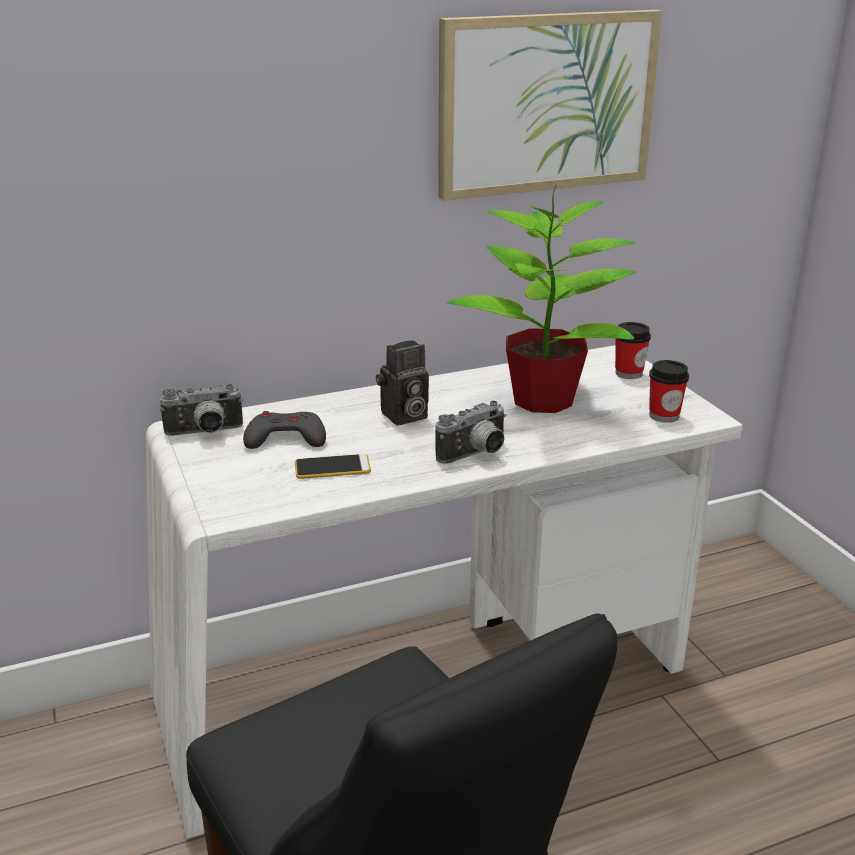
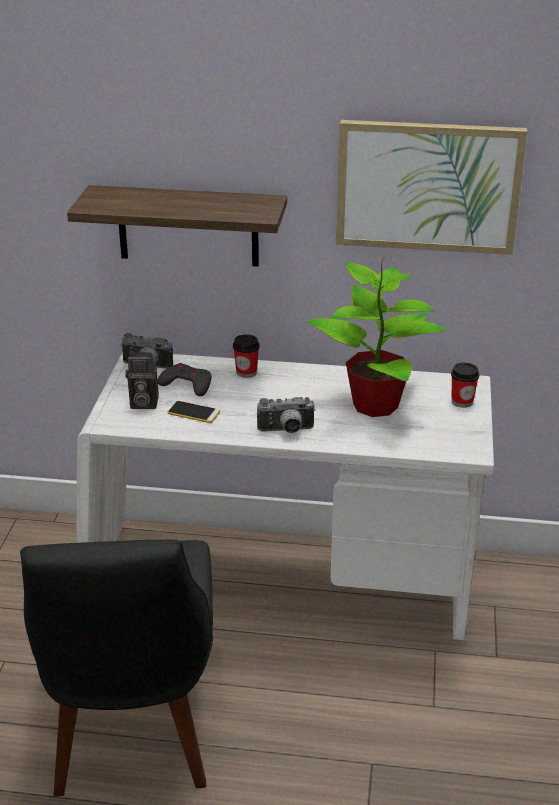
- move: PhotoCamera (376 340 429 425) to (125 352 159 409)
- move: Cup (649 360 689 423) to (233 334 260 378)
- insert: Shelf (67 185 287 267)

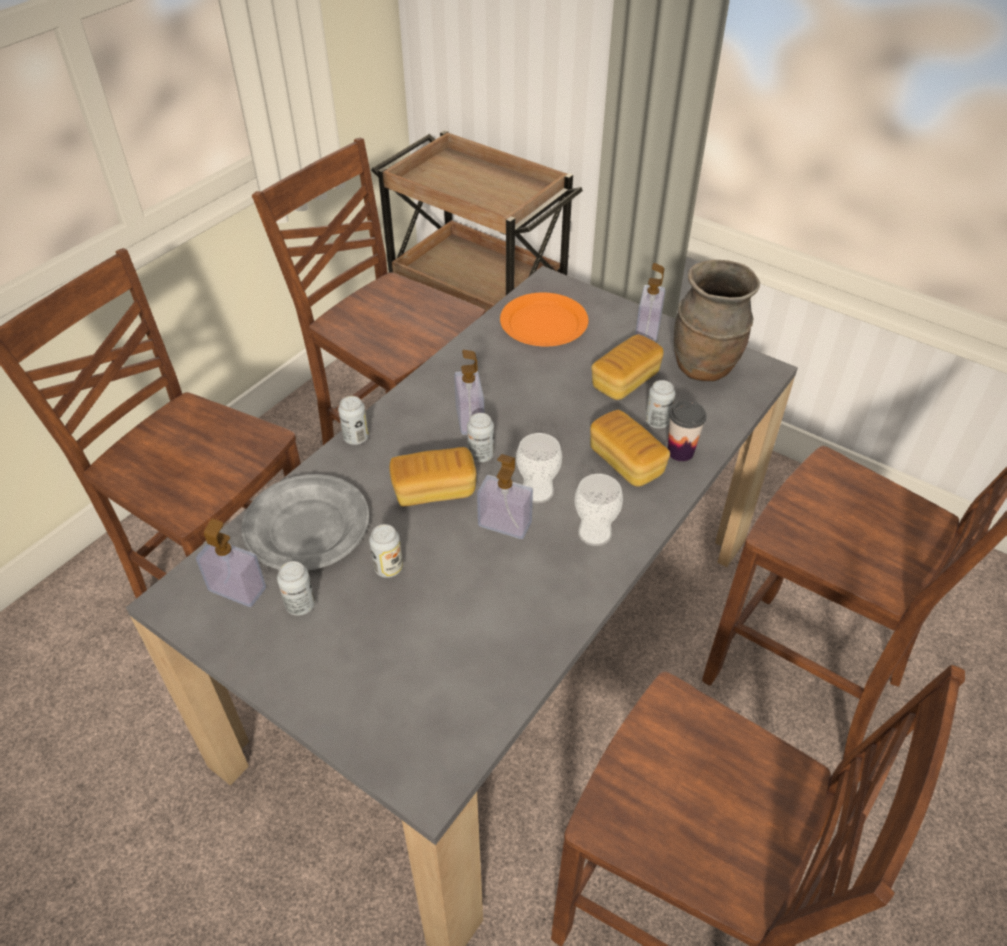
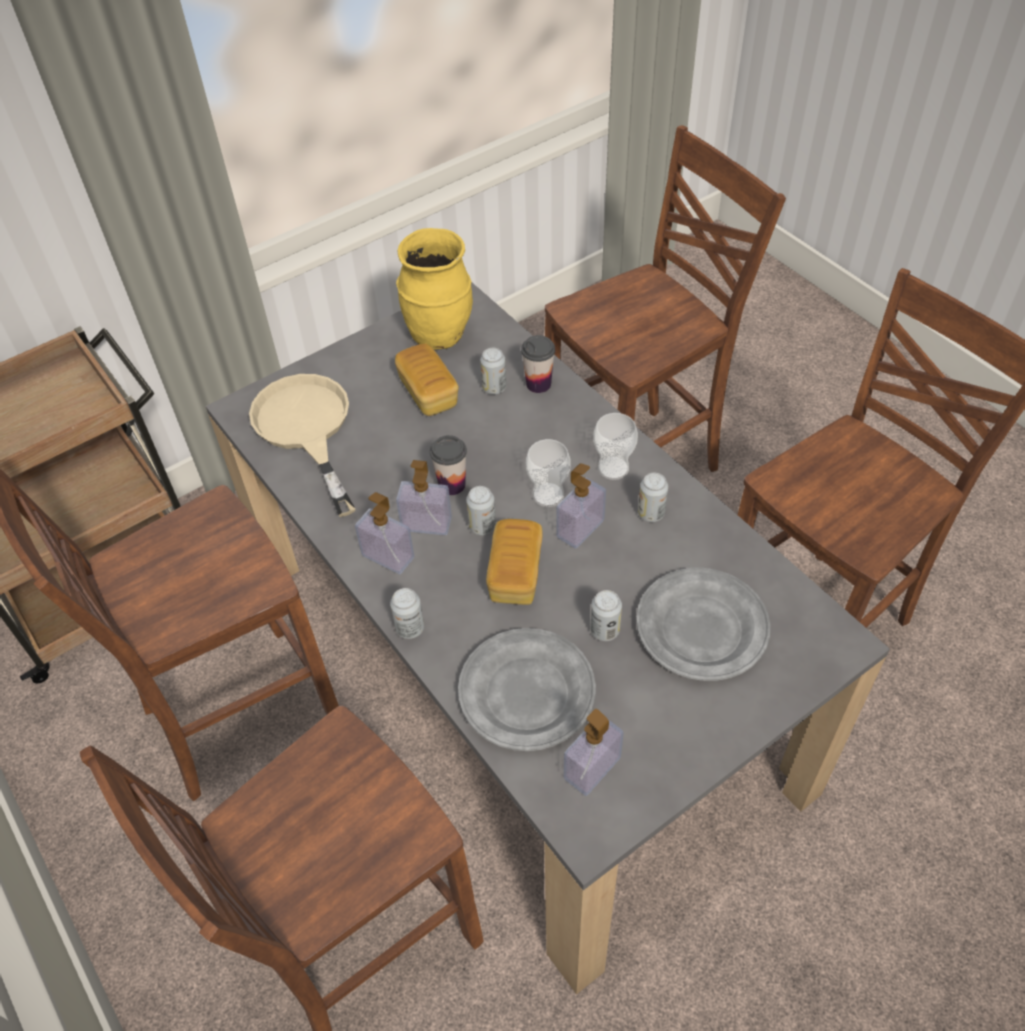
- move: Can (277 561 315 616) to (638 473 668 522)
- replace: OrangePlate (500 293 588 346) to BeigeFryingPan (249 374 356 517)
- delete: Bread (590 410 670 487)
- move: SoapDispenser (635 263 665 342) to (355 492 414 574)
- recolor: BrownVase (674 260 760 381) to YellowVase (396 228 473 350)
- insert: Cup (430 435 467 495)
- insert: GreyPlate (636 568 771 681)

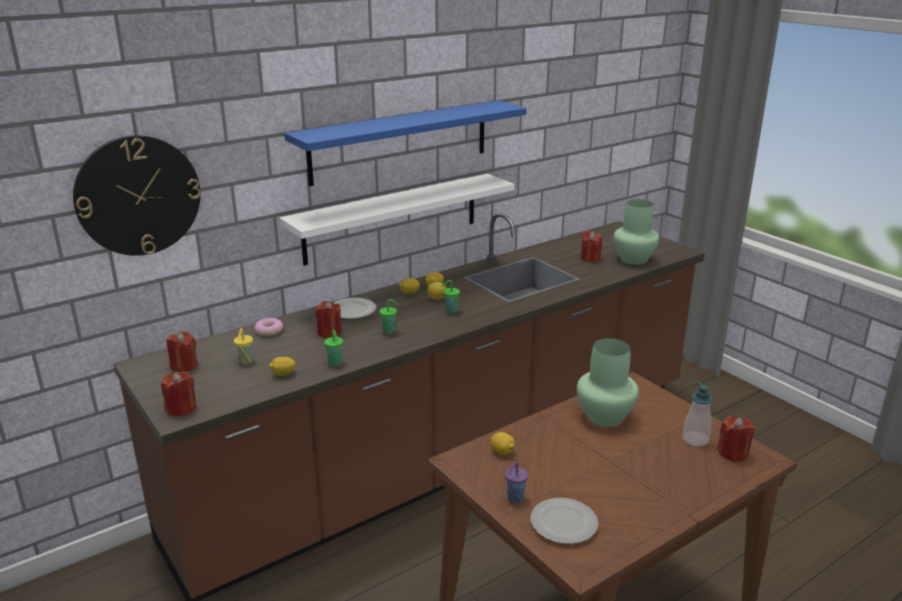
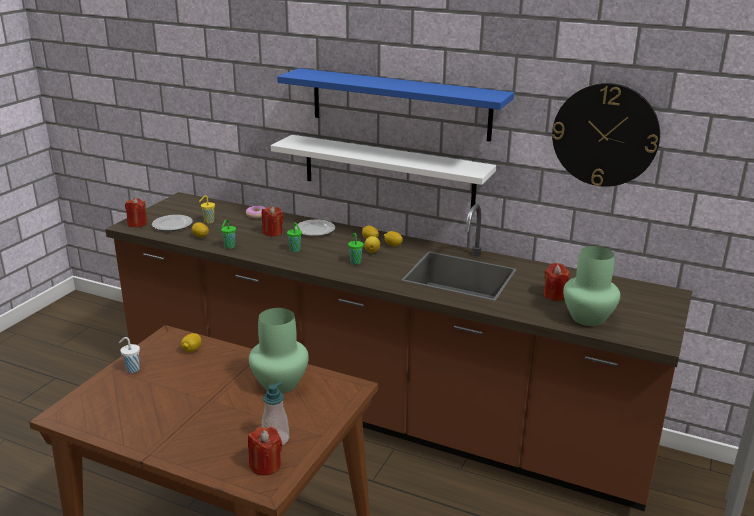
- move: WallClock (73 135 201 256) to (552 83 660 187)
- delete: RedCandle (167 331 198 372)
- recolor: PurpleCup (505 461 528 503) to WhiteCup (119 337 140 373)
- move: Plate (530 498 598 544) to (152 215 193 231)

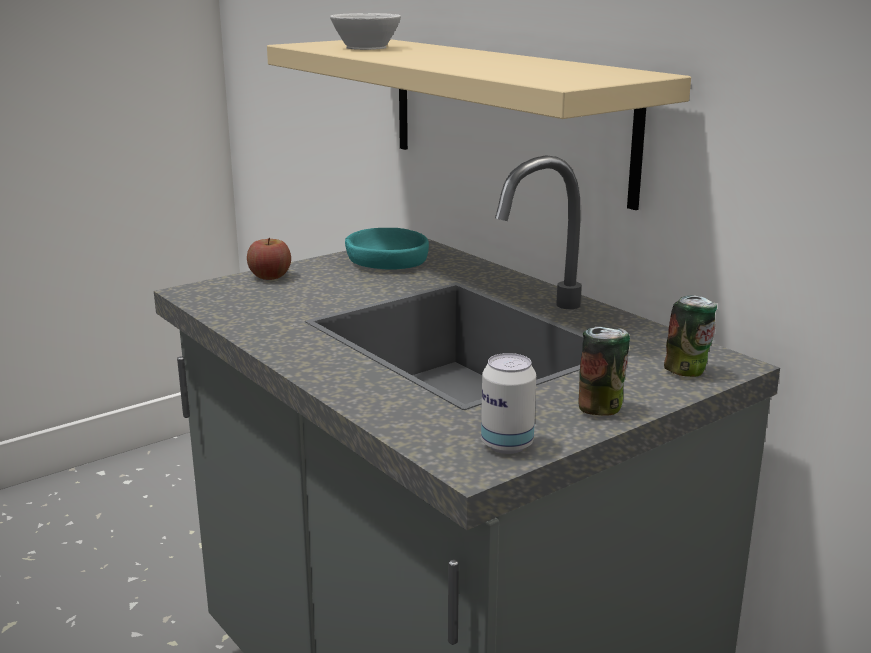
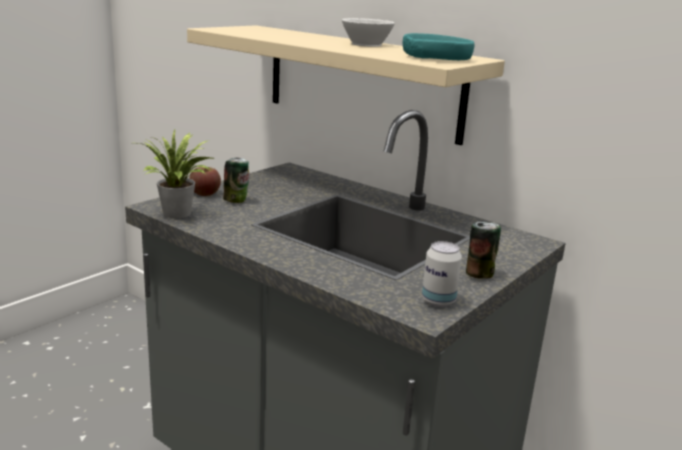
- move: WhiteCup (330 13 401 50) to (342 18 395 47)
- move: TurquoiseBowl (345 228 429 270) to (403 33 474 60)
- move: Can (664 295 717 377) to (223 158 249 203)
- insert: PottedPlant (138 128 214 218)

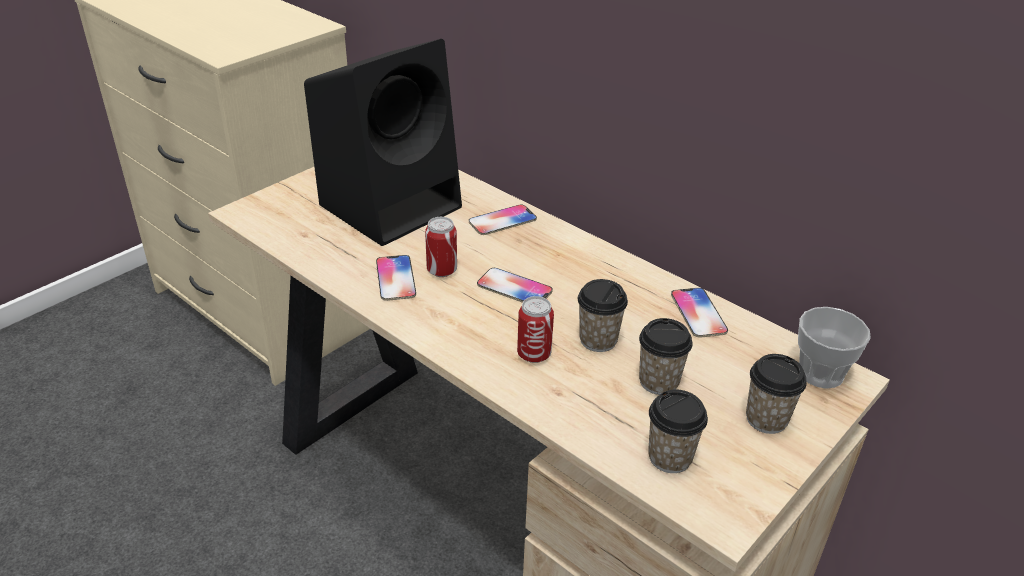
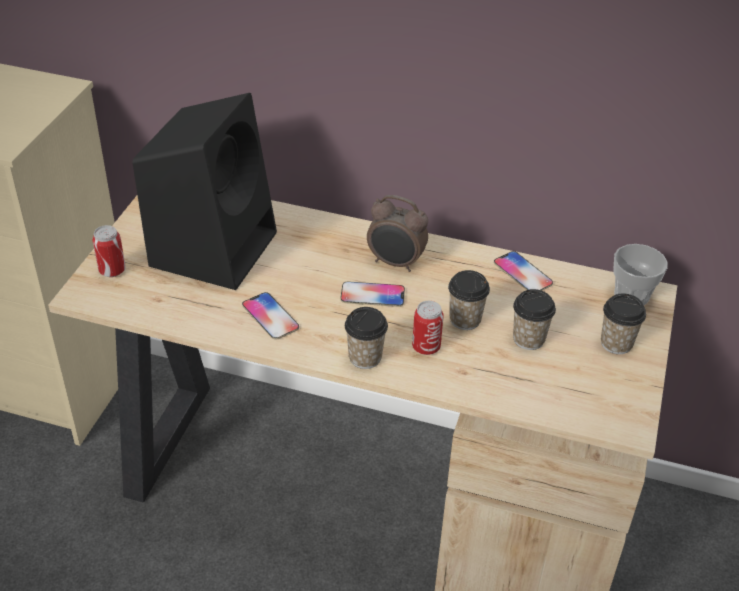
- move: Can (425 217 457 277) to (92 225 126 277)
- delete: Phone (469 204 537 235)
- move: Cup (648 390 708 473) to (345 307 388 369)
- insert: AlarmClock (367 195 428 272)

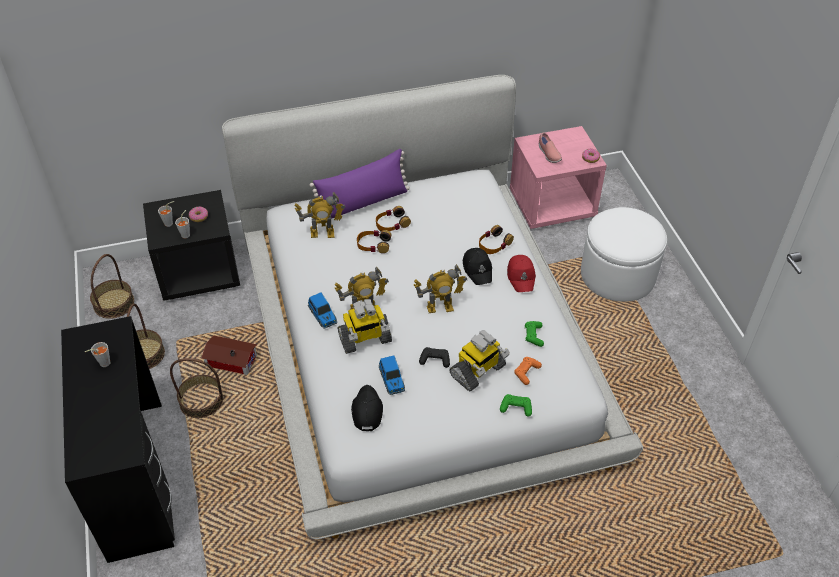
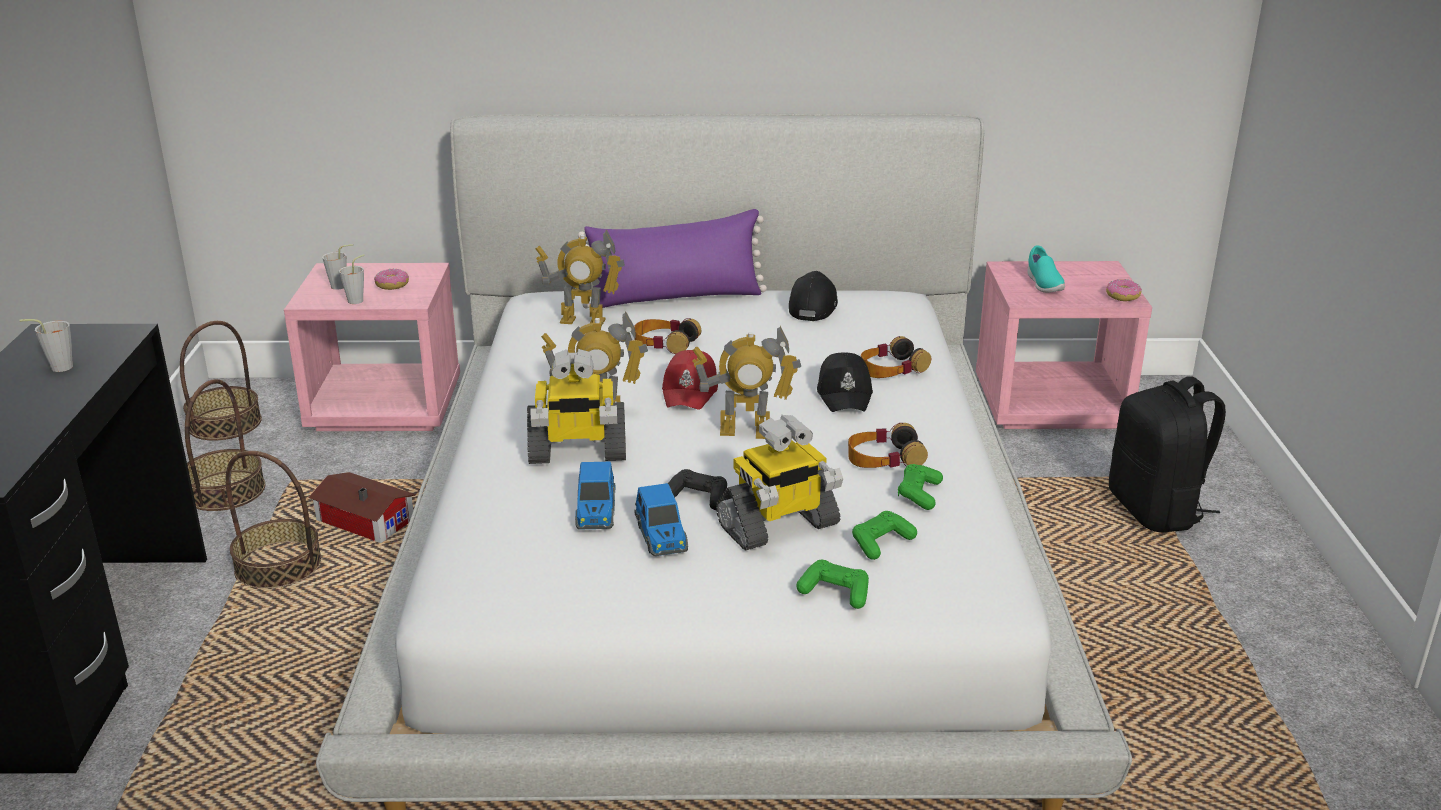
- recolor: BlackNightstand (143 190 240 301) to PinkNightstand (284 263 460 431)
- move: ToyCar (308 293 337 329) to (635 483 688 556)
- move: BlackCap (351 385 383 431) to (789 271 838 321)
- move: Headphones (376 206 411 231) to (848 423 928 468)
- move: RedCap (507 255 536 292) to (662 350 718 410)
- recolor: OrangeGameController (514 357 542 385) to GreenGameController (852 511 917 560)
- recolor: PinkShoe (539 132 562 163) to TurquoiseShoe (1028 245 1065 293)
- replace: WhiteOttoman (581 207 667 302) to BlackBackpack (1109 376 1226 533)

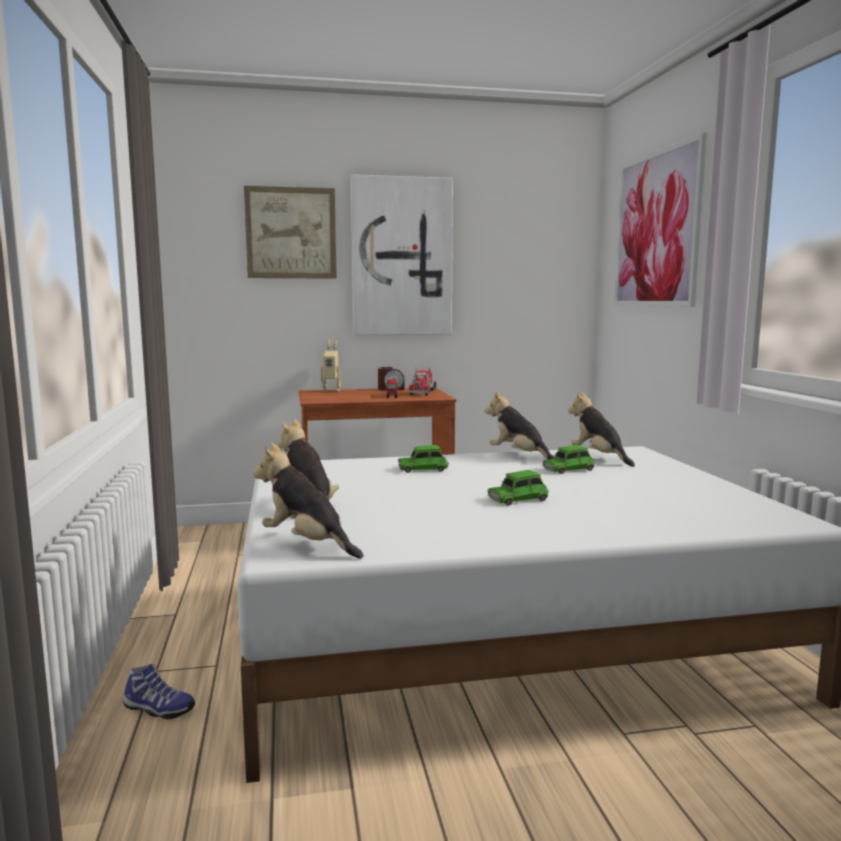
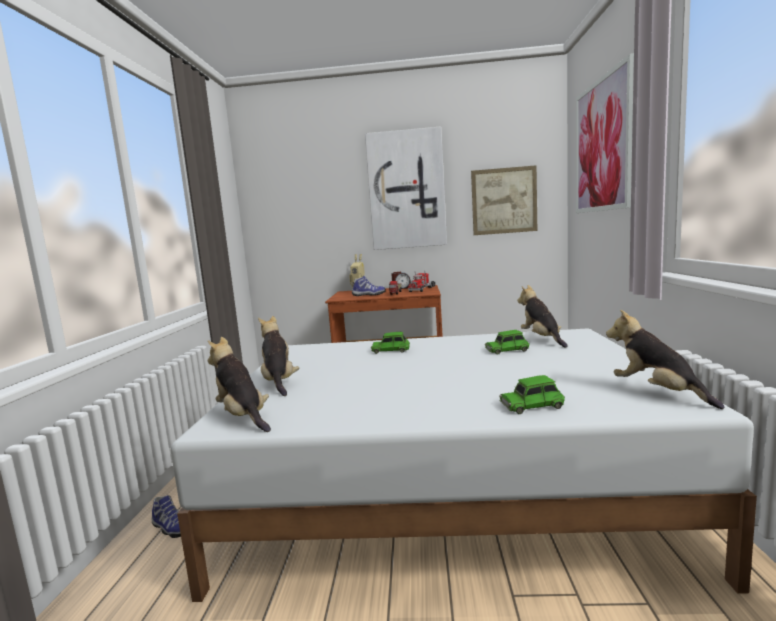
- move: Picture (244 186 337 279) to (471 165 537 235)
- move: PlushToy (485 392 555 459) to (606 310 725 409)
- move: GreenToyCar (487 470 548 506) to (499 375 565 414)
- insert: Shoe (352 276 386 296)

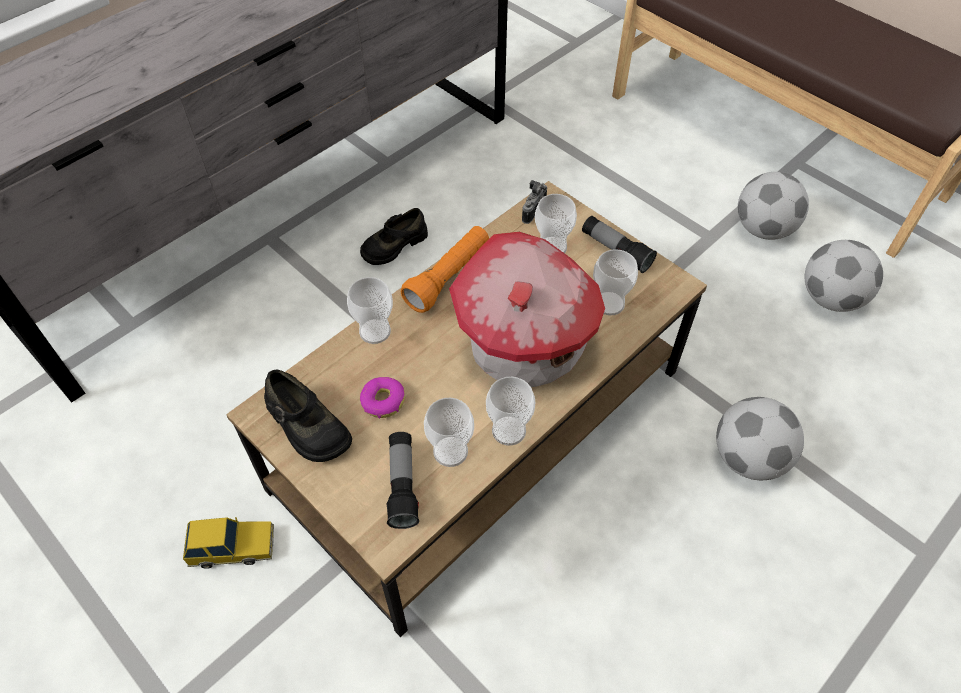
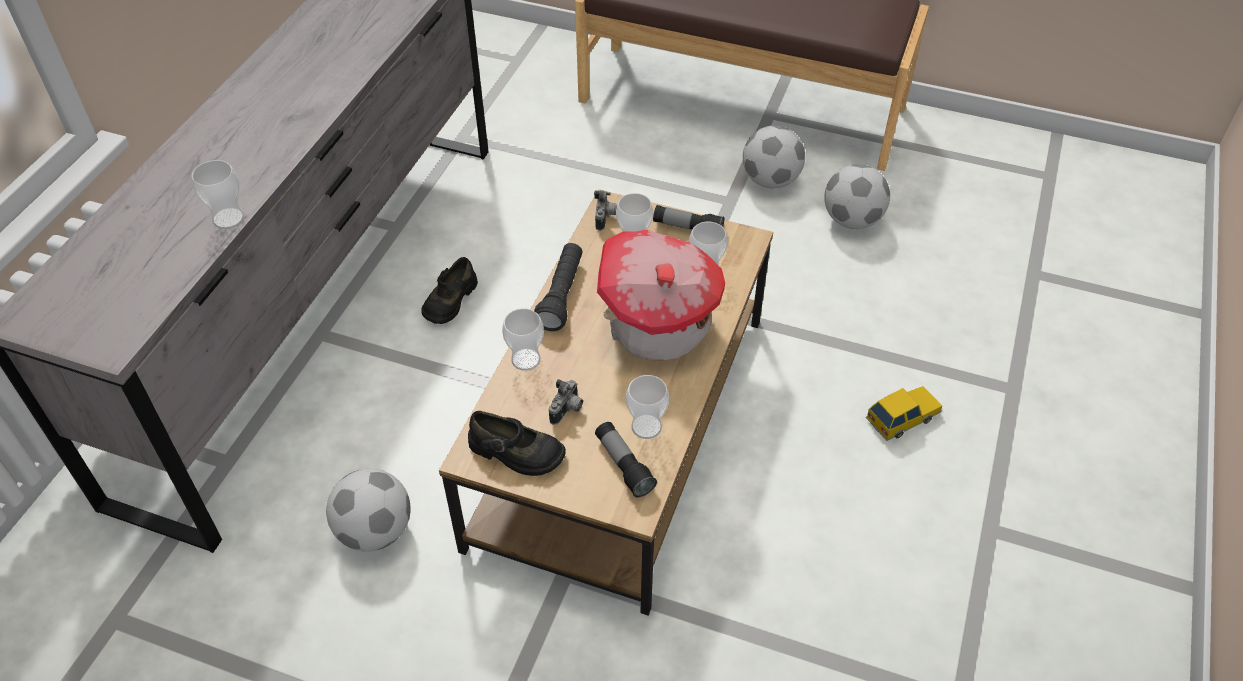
- move: ToyCar (183 517 274 569) to (866 386 942 441)
- replace: Donut (360 377 405 419) to PhotoCamera (549 379 583 425)
- recolor: OrangeFlashlight (401 226 489 313) to BlackFlashlight (534 243 583 331)
- move: Cup (486 377 535 446) to (192 160 244 229)
- move: Football (716 397 804 480) to (326 468 411 552)

